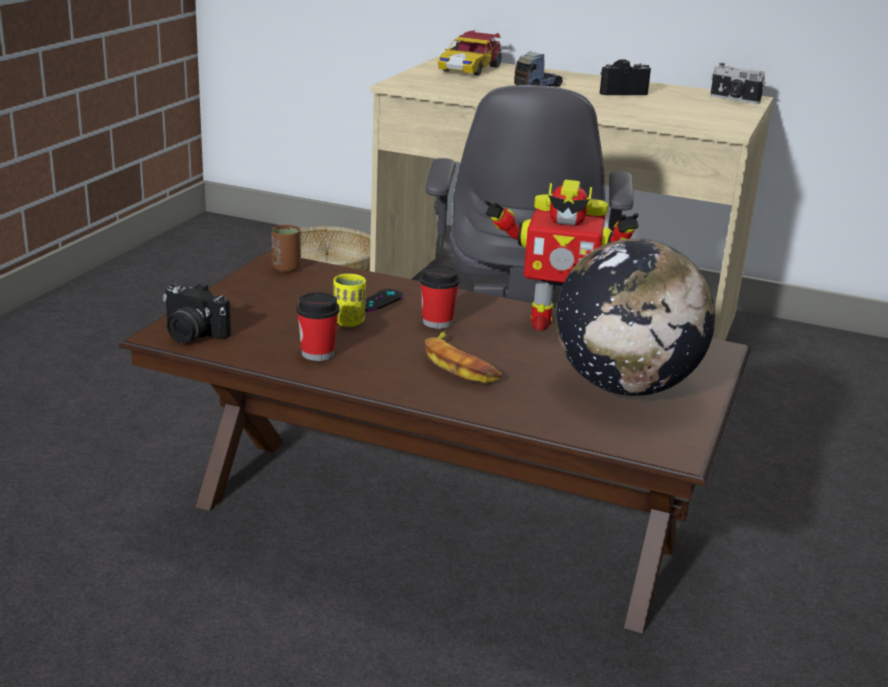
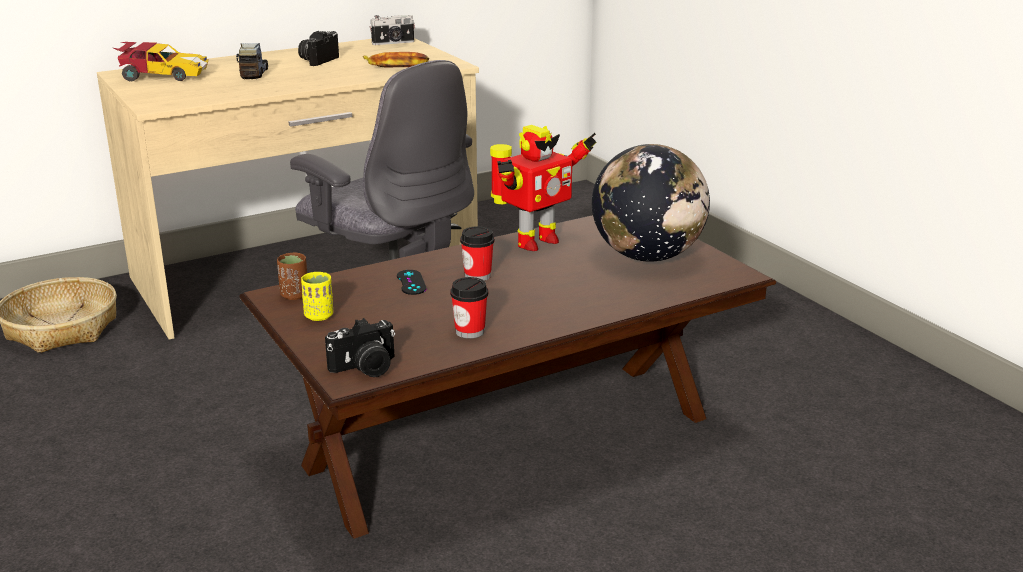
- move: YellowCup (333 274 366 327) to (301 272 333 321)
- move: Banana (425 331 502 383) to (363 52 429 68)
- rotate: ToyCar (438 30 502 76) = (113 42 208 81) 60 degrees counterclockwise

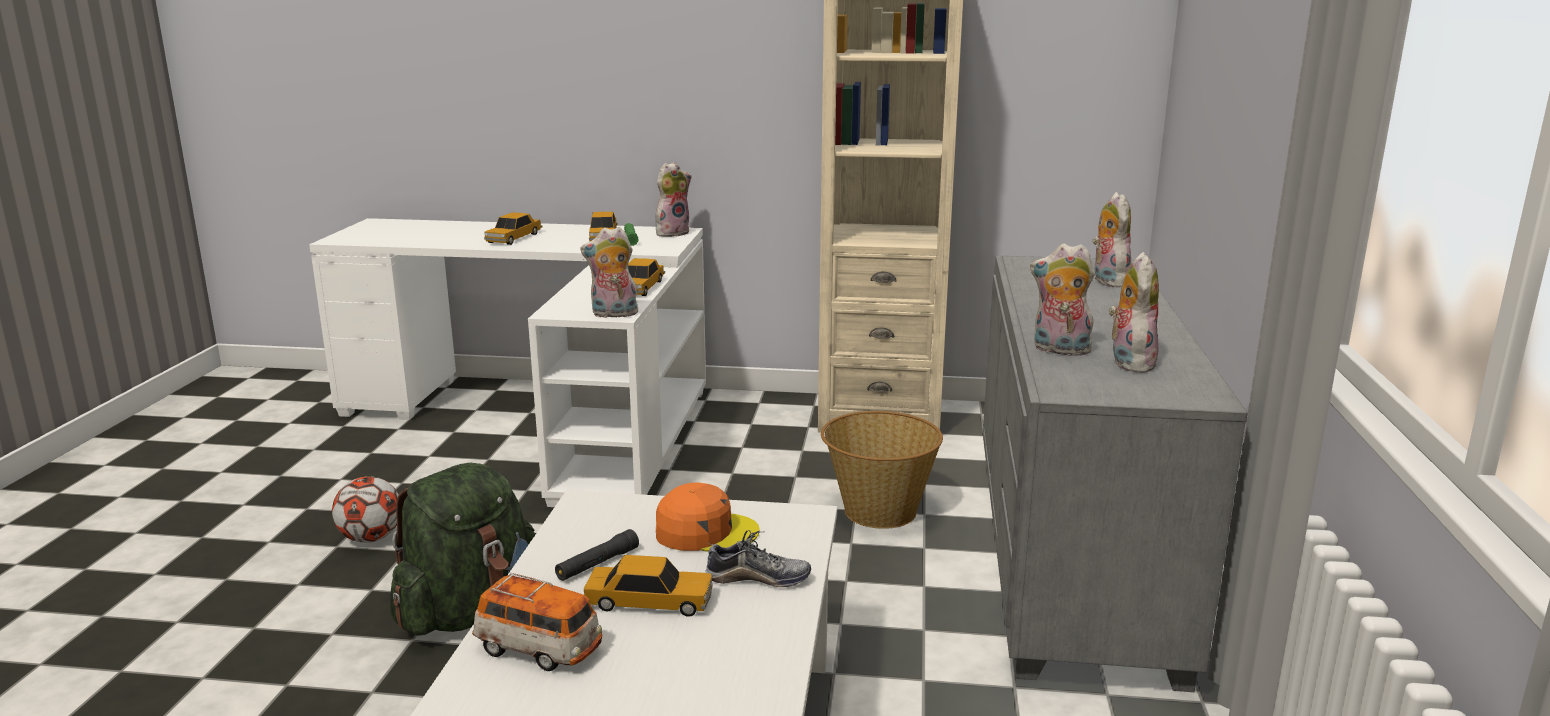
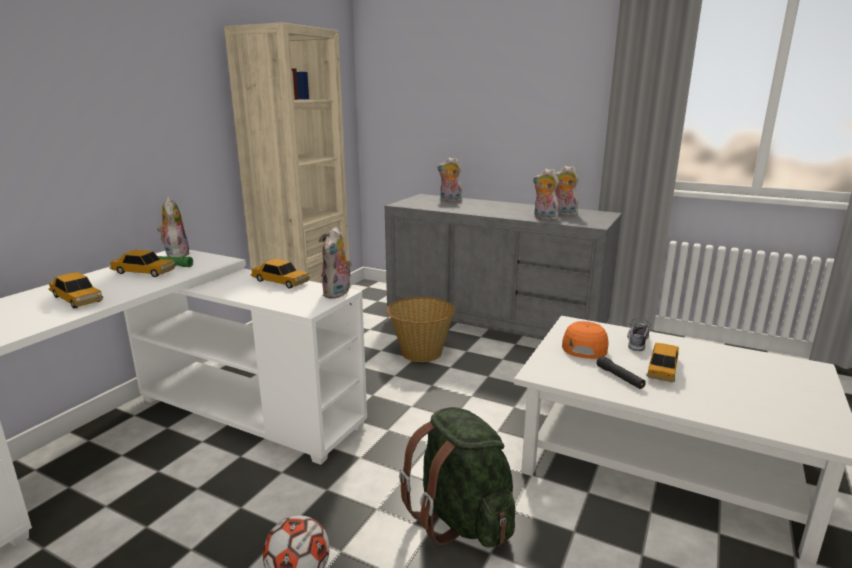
- delete: ToyCar (472 573 602 671)
- rotate: PlushToy (1030 244 1096 356) = (533 169 559 220) 90 degrees clockwise

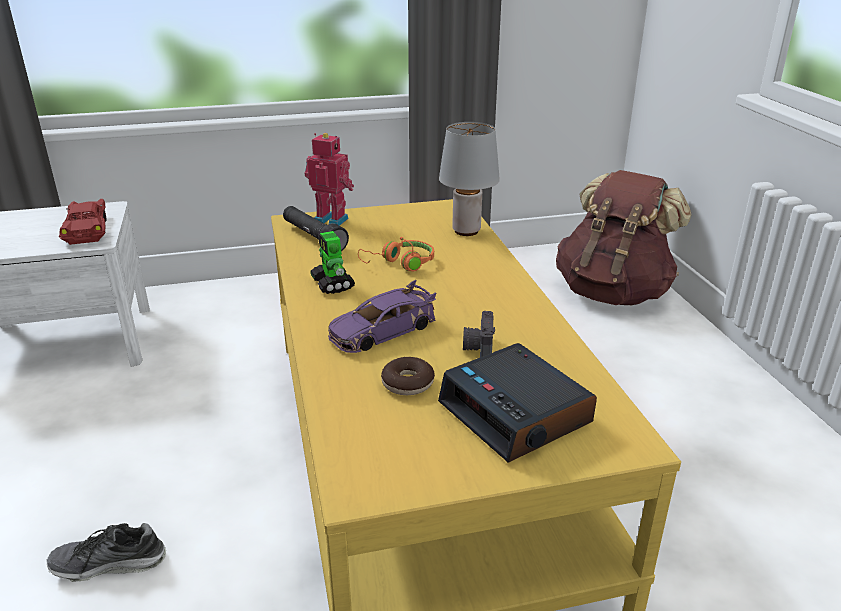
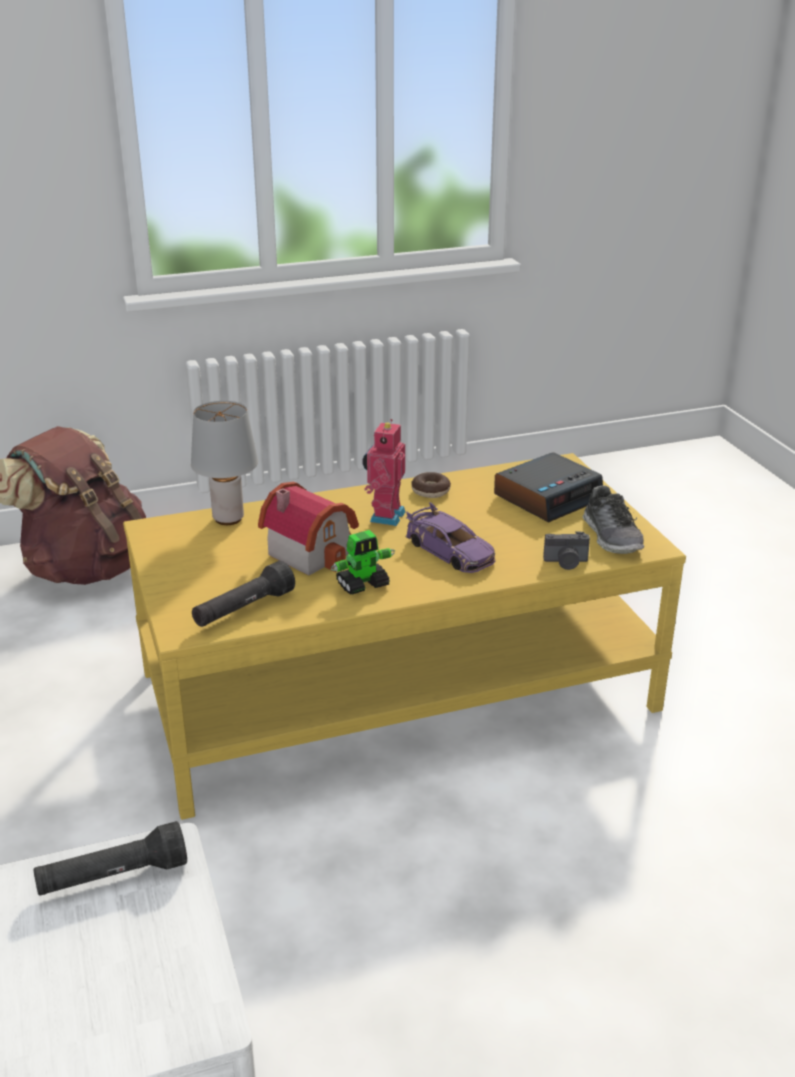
- move: Shoe (46 523 166 582) to (582 485 645 554)
- replace: RedToyCar (59 199 106 245) to BlackFlashlight (33 821 187 895)
- move: ToyRobot (305 133 354 226) to (362 419 405 526)
- replace: OrangeHeadphones (358 237 434 271) to ToyHouse (258 482 359 575)
- move: Donut (381 357 435 395) to (412 472 451 498)
- move: PhotoCamera (463 311 495 357) to (543 531 590 570)

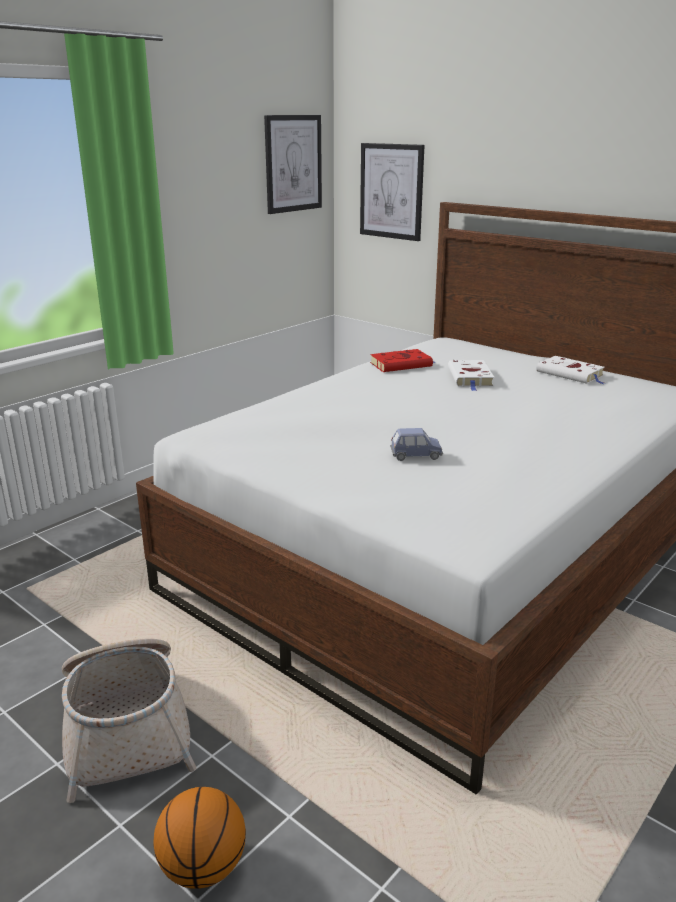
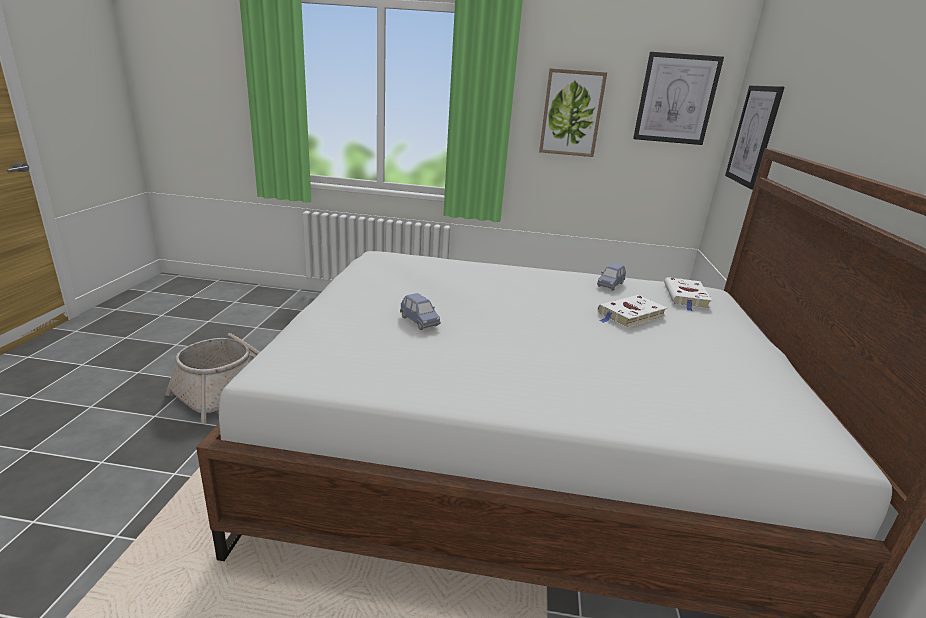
- delete: Basketball (153 787 246 889)
- replace: RedBook (370 349 436 372) to BlueToyCar (597 263 626 291)
- move: WhiteBook (537 356 605 384) to (664 277 712 311)
- insert: Picture (539 68 607 157)

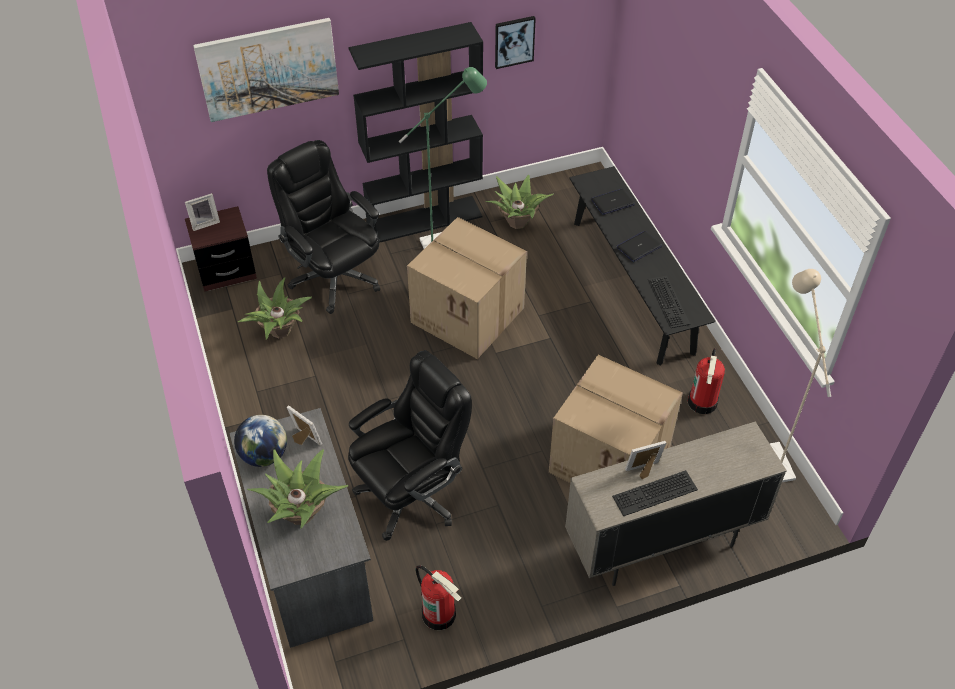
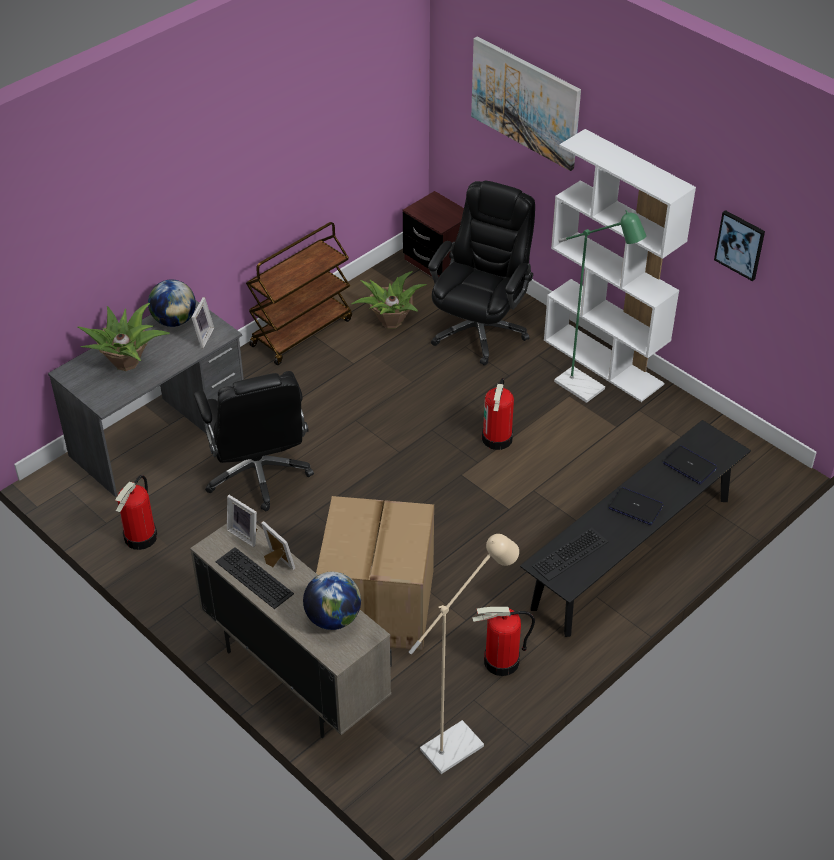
- move: PictureFrame (185 193 220 231) to (227 495 257 547)
- recolor: BlackBookcase (348 22 483 243) to WhiteBookcase (544 129 696 402)
- rotate: BlackOfficeChair (348 350 472 541) = (193 371 314 511) 45 degrees clockwise
- replace: CardboardBox (407 217 527 359) to FireExtinguisher (482 378 514 450)
- delete: PottedPlant (485 175 554 229)
- insert: BrownCart (246 222 352 365)
- insert: Globe (303 571 361 630)

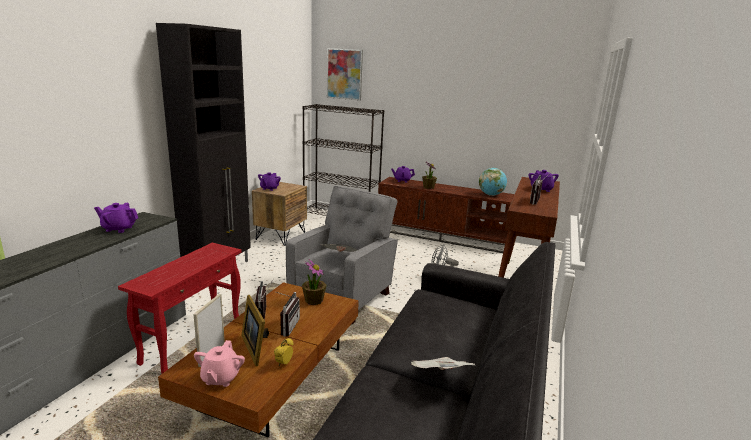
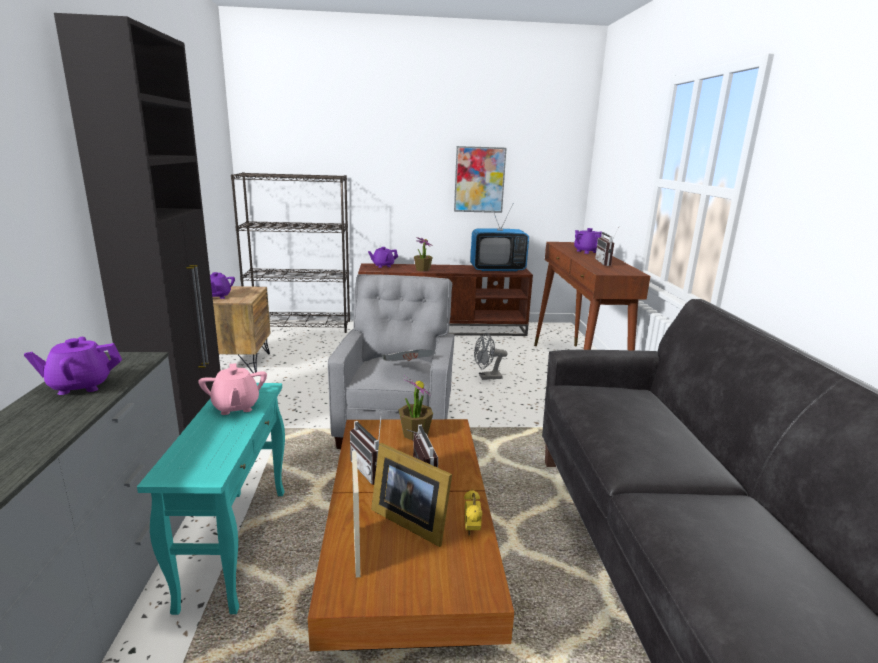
- recolor: RedSideTable (118 243 241 374) to TurquoiseSideTable (137 383 285 615)
- move: PinkTeapot (194 340 245 387) to (198 363 267 415)
- move: Picture (327 48 363 101) to (454 146 507 213)
- delete: Newspaper (411 357 476 370)
- replace: Globe (479 168 507 196) to Television (470 203 529 272)

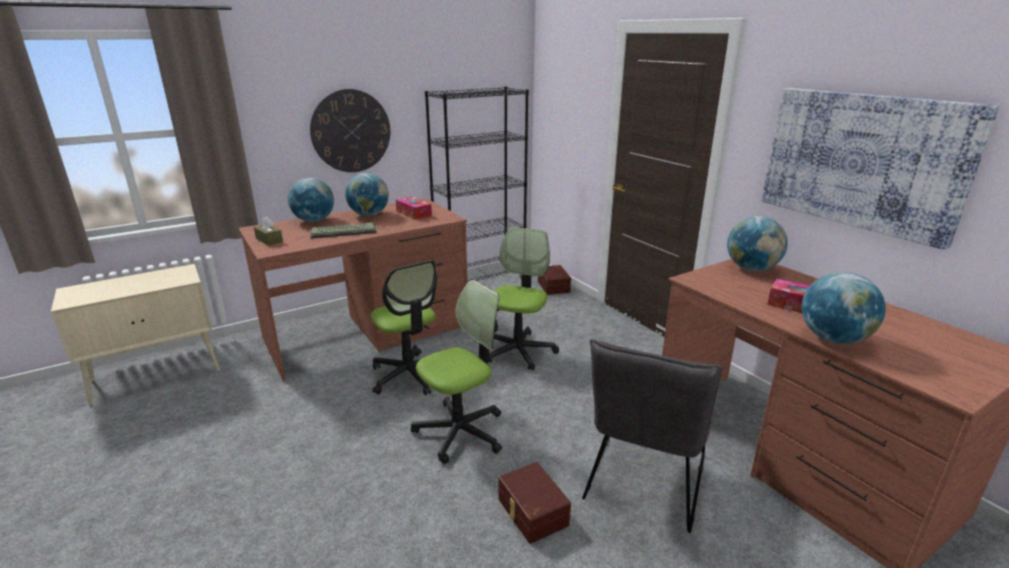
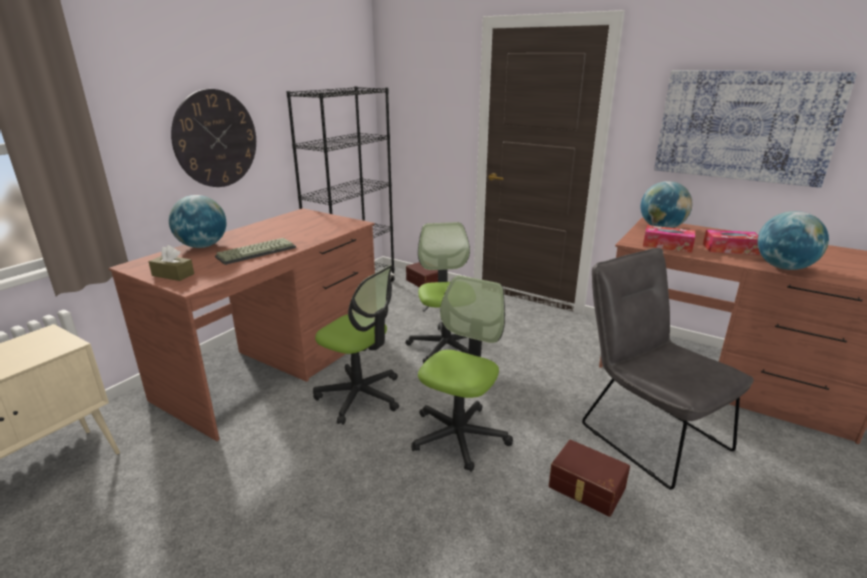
- delete: Globe (345 173 389 216)
- move: TissueBox (396 196 432 220) to (643 225 695 253)
- rotate: GreyChair (582 339 723 533) = (582 248 754 490) 150 degrees clockwise

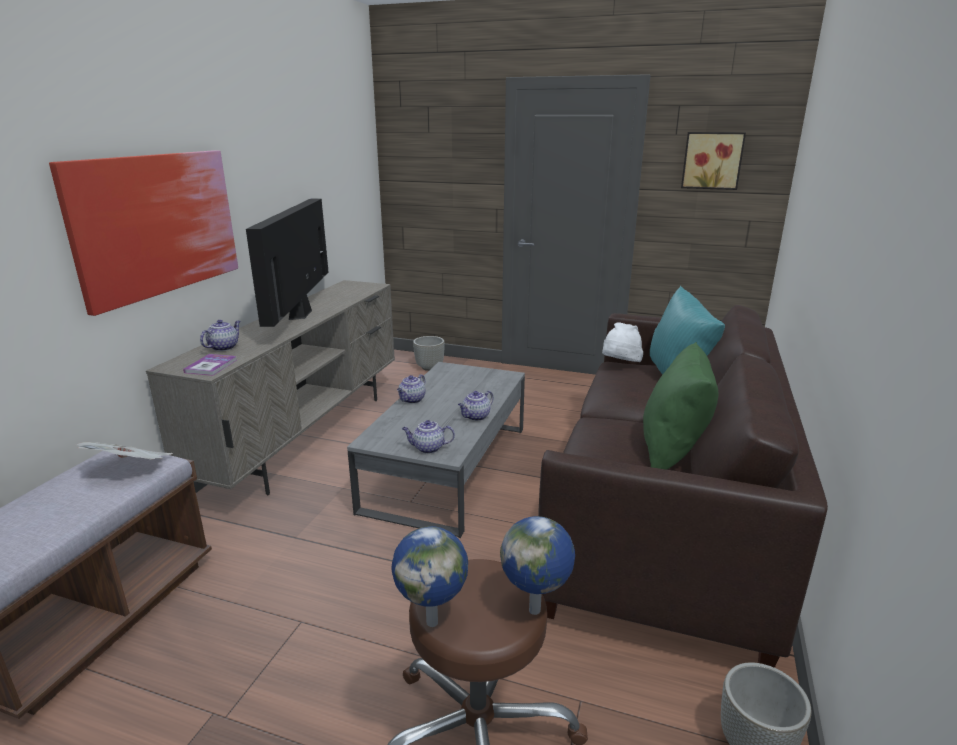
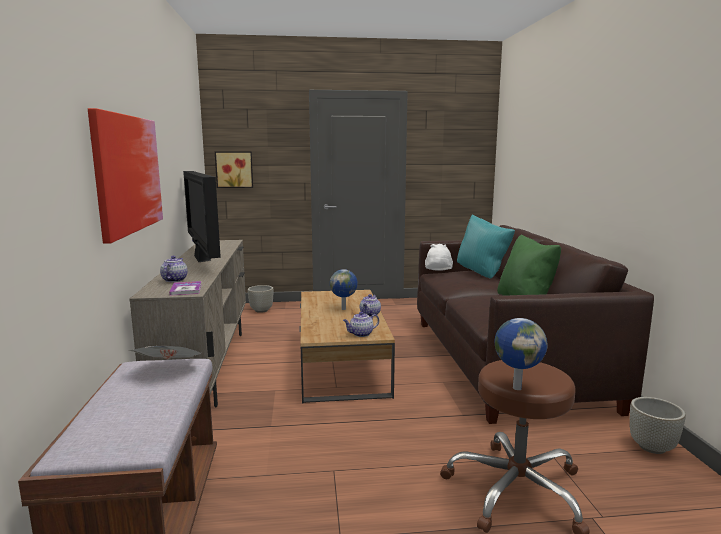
- recolor: GreyCoffeeTable (347 362 525 538) to BrownCoffeeTable (299 290 395 404)
- delete: Teapot (397 374 426 404)
- move: Globe (500 516 575 615) to (330 269 358 310)
- move: Picture (681 132 746 190) to (215 152 253 188)

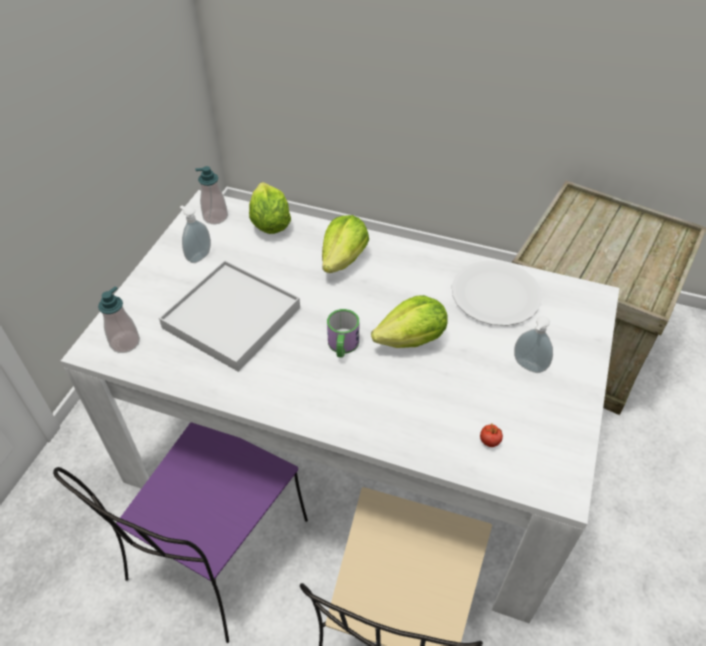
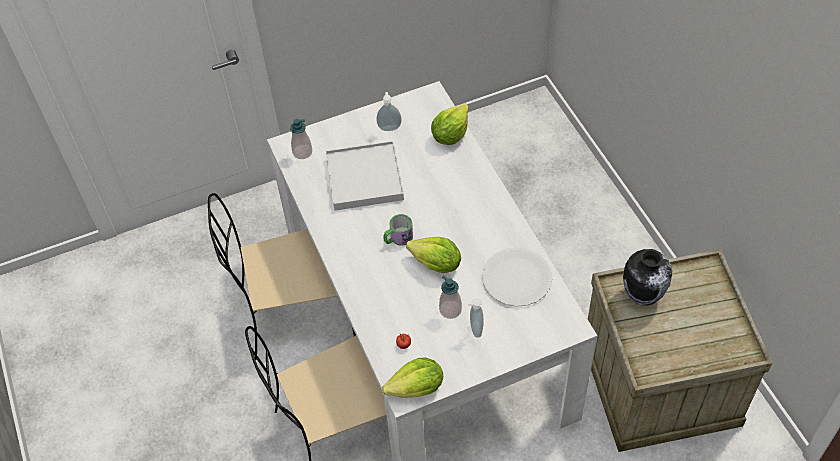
- recolor: PurpleChair (53 422 308 643) to BeigeChair (208 193 356 360)
- move: SoapDispenser (195 166 228 224) to (439 276 462 319)
- move: Lettuce (322 215 369 273) to (382 357 443 398)
- insert: Vase (623 249 672 306)

